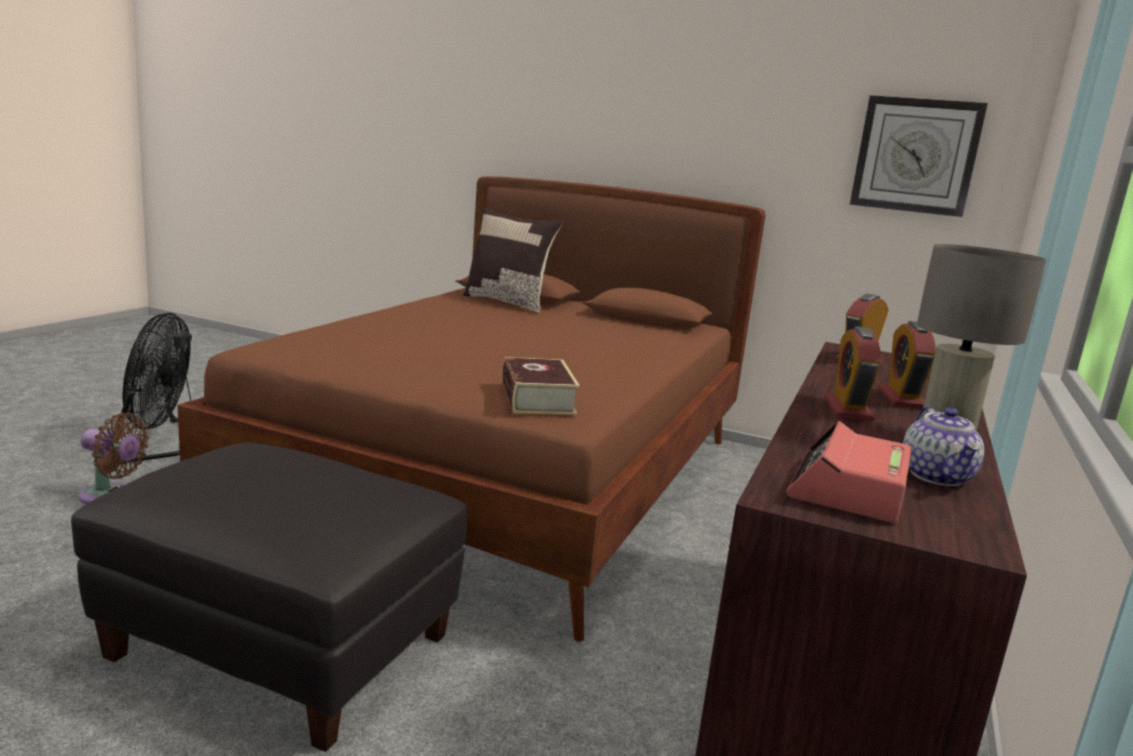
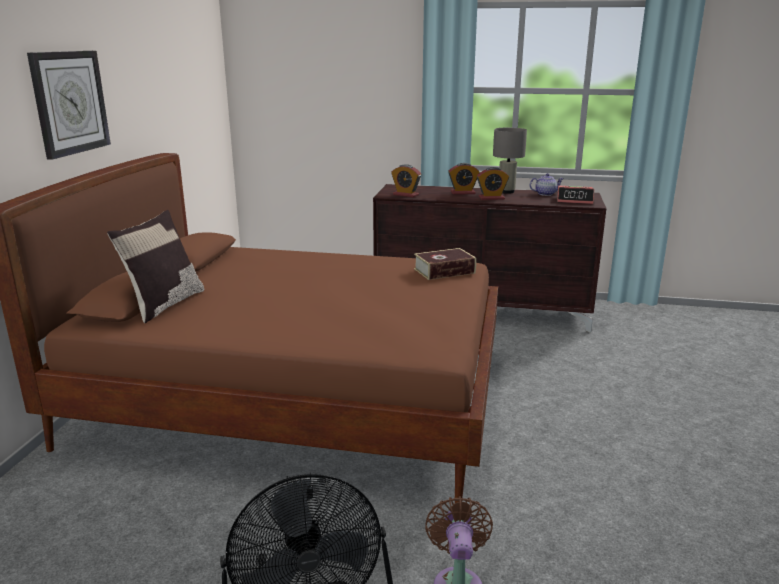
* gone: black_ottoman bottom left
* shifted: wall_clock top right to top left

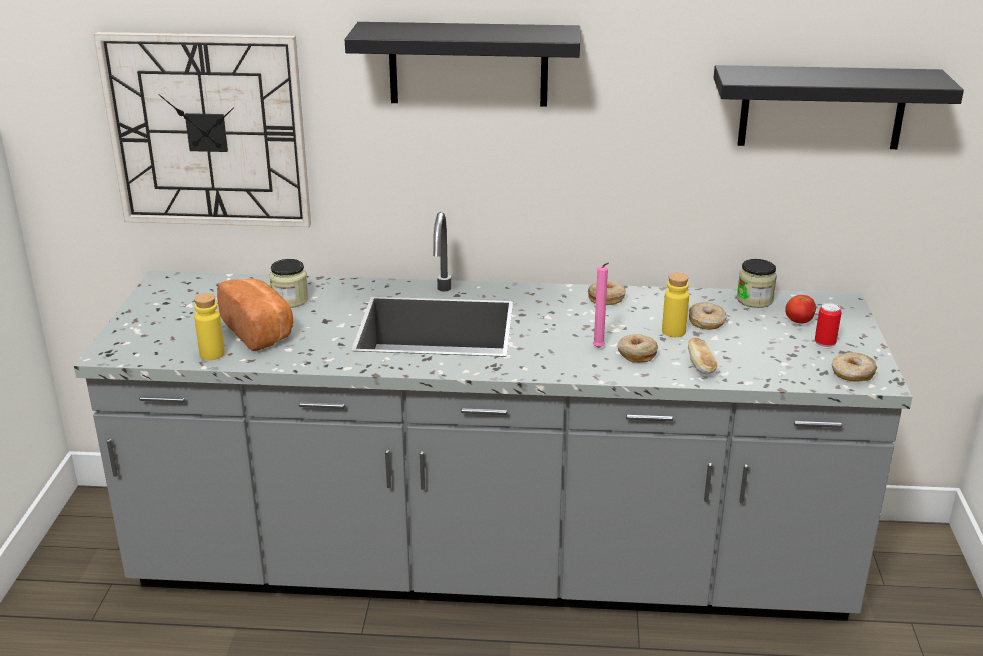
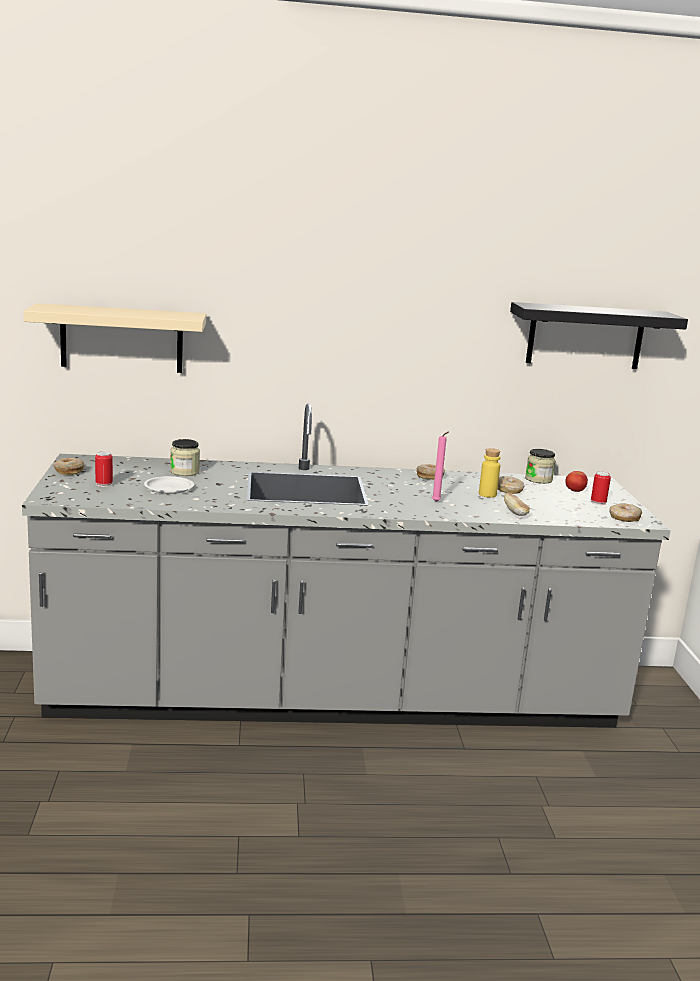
* gone: yellow_bottle (no. 1 from left) middle left
* gone: black_shelf (no. 1 from left) top centre
* new: can (no. 1 from left) middle left
* shifted: donut (no. 2 from left in the first image) centre to donut (no. 1 from left) middle left
* swapped: wall_clock top left to beige_shelf middle left
* swapped: bread (no. 1 from left) middle left to white_plate middle left

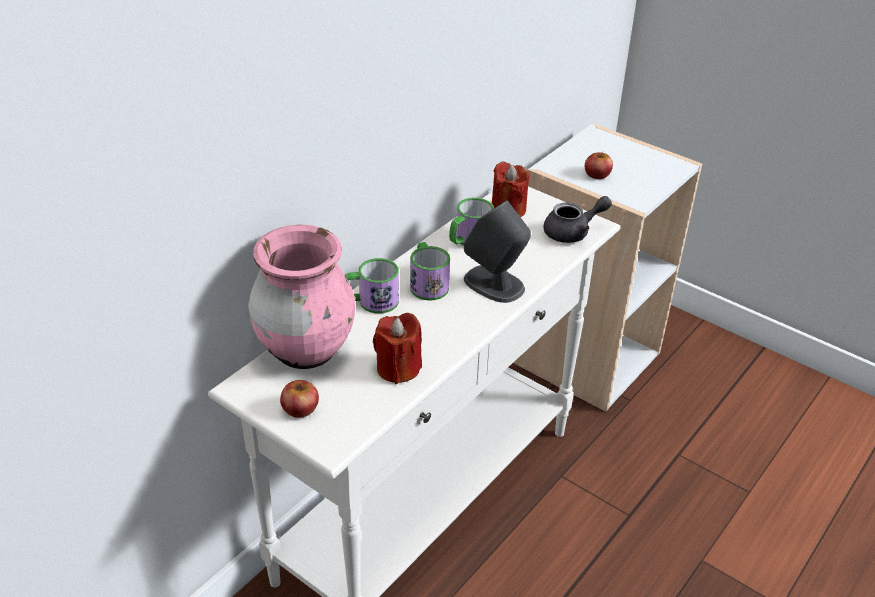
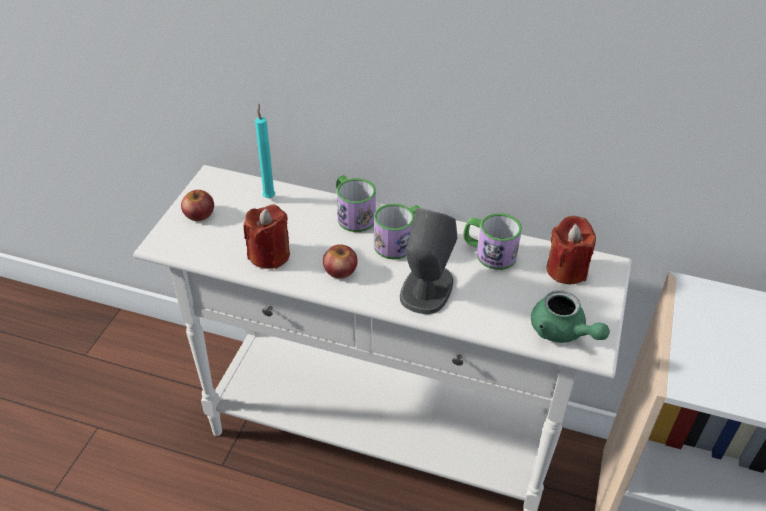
* shifted: apple (no. 2 from left) top right to centre
* swapped: pink_vase centre to turquoise_candle top centre
* repainted: grey_teapot centre to green_teapot middle right

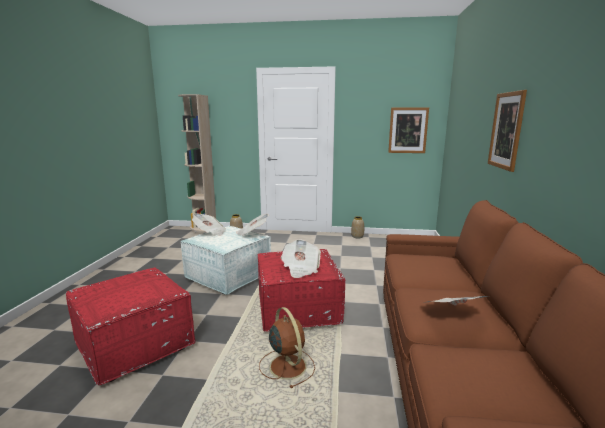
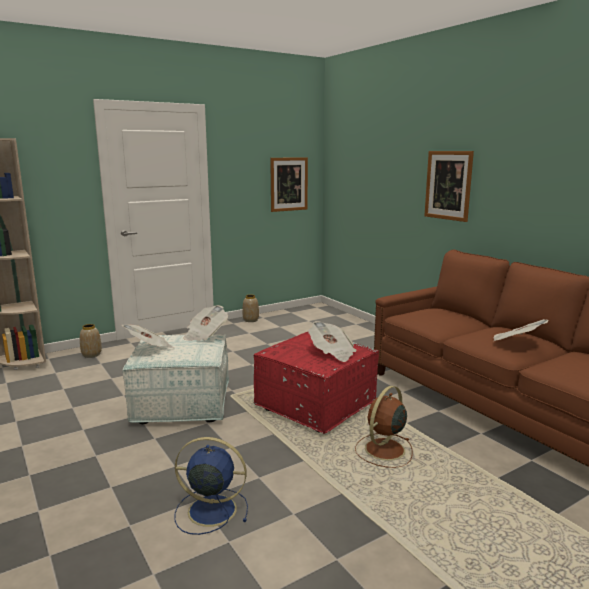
* swapped: red_ottoman (no. 1 from left) bottom left to blue_fan bottom centre
* rotated: brown_fan bottom centre = bottom centre 75 degrees counterclockwise

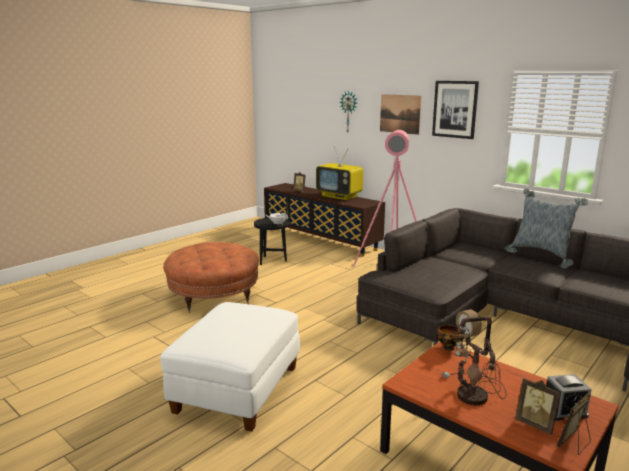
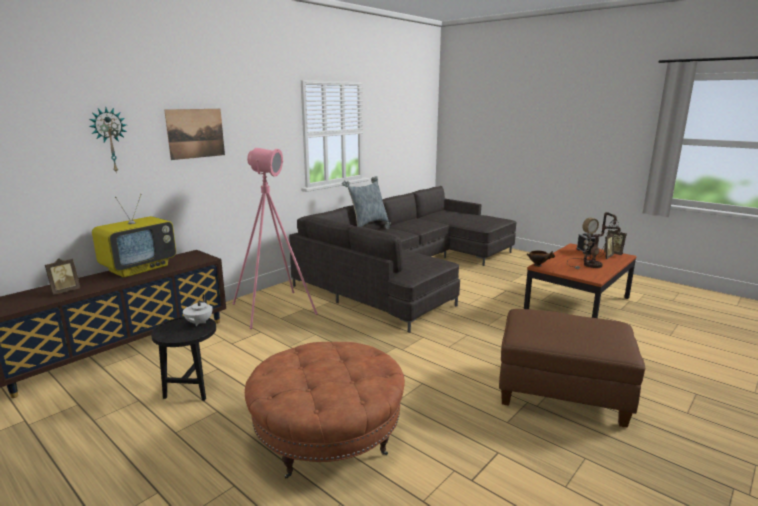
* gone: picture (no. 2 from left) top right
* repainted: white_ottoman bottom centre to brown_ottoman (no. 2 from left) bottom right

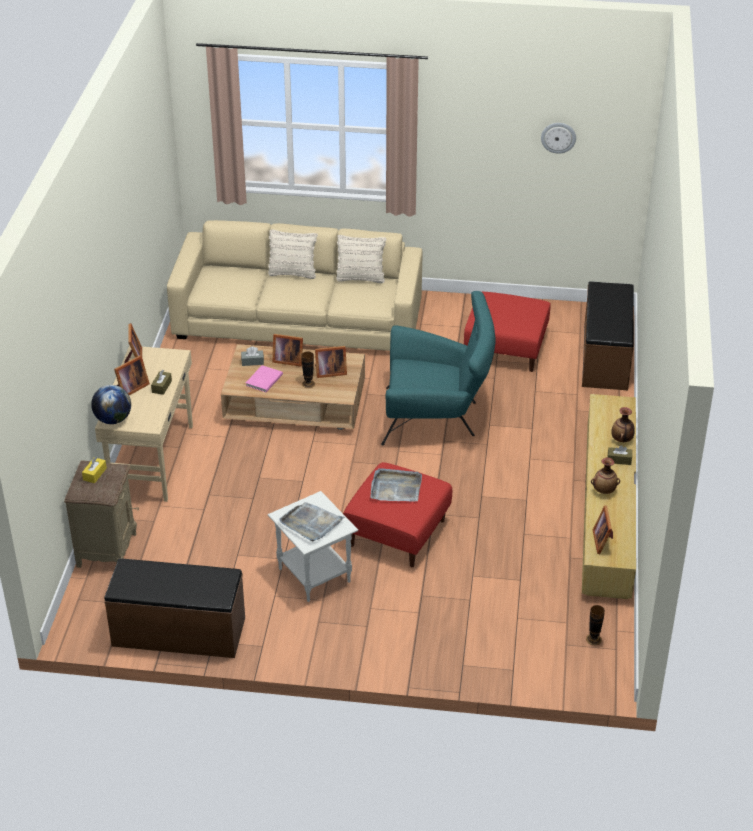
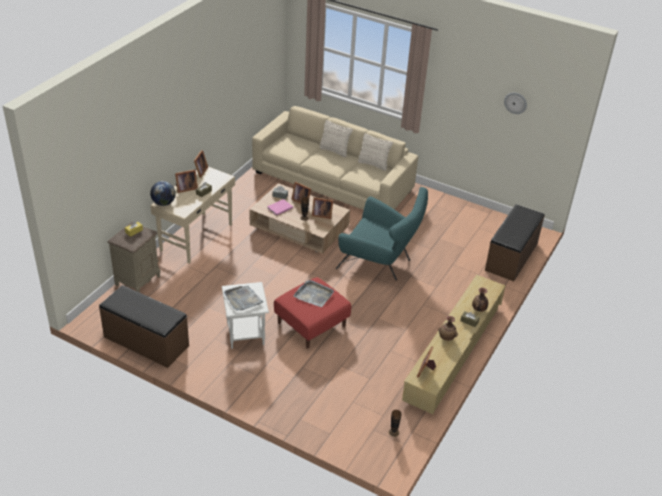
* gone: red_ottoman (no. 2 from left) middle right

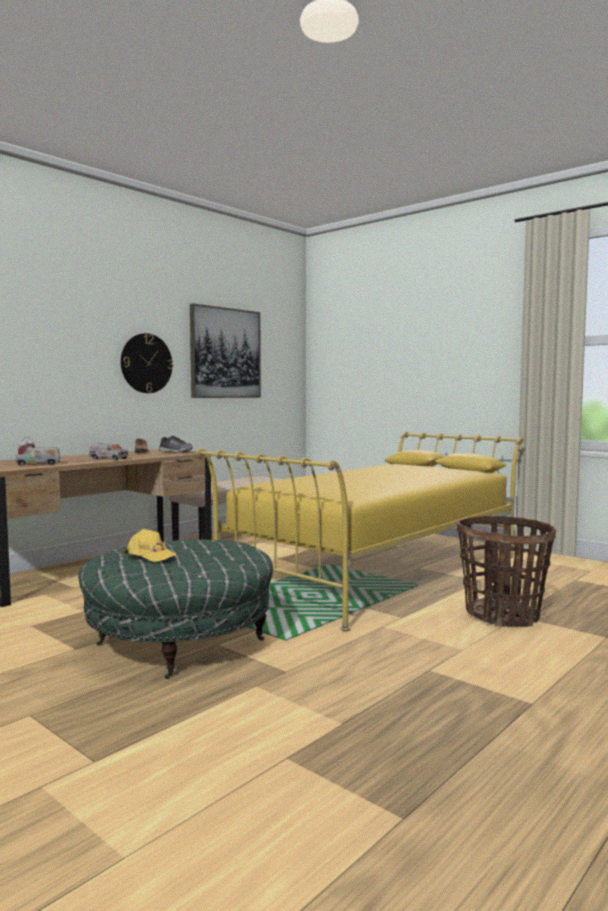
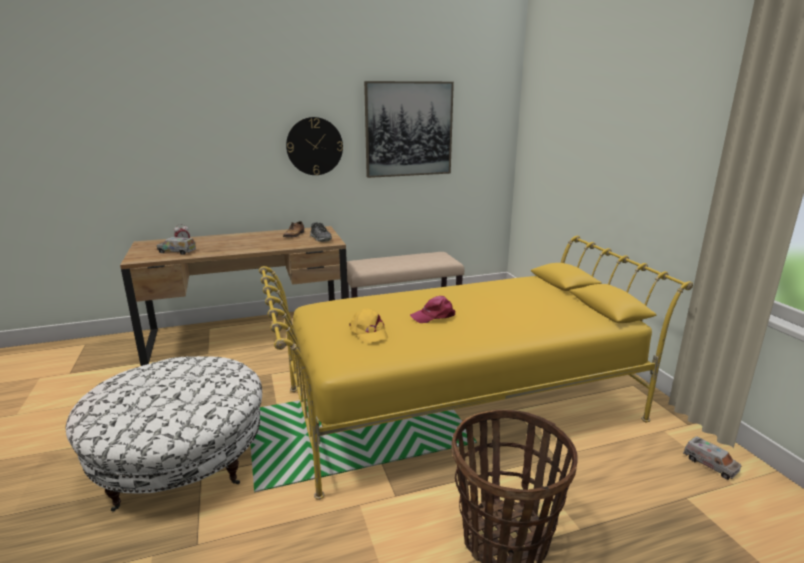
* new: pink_cap centre
* shifted: toy_truck (no. 2 from left) middle left to bottom right
* shifted: yellow_cap middle left to centre
* repainted: green_ottoman bottom left to white_ottoman bottom left

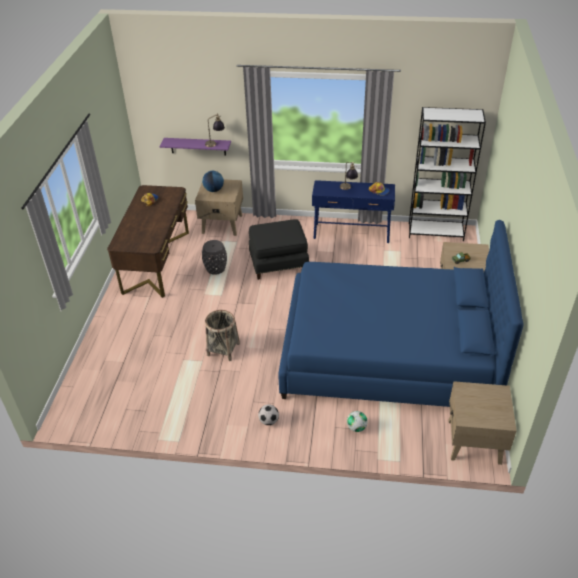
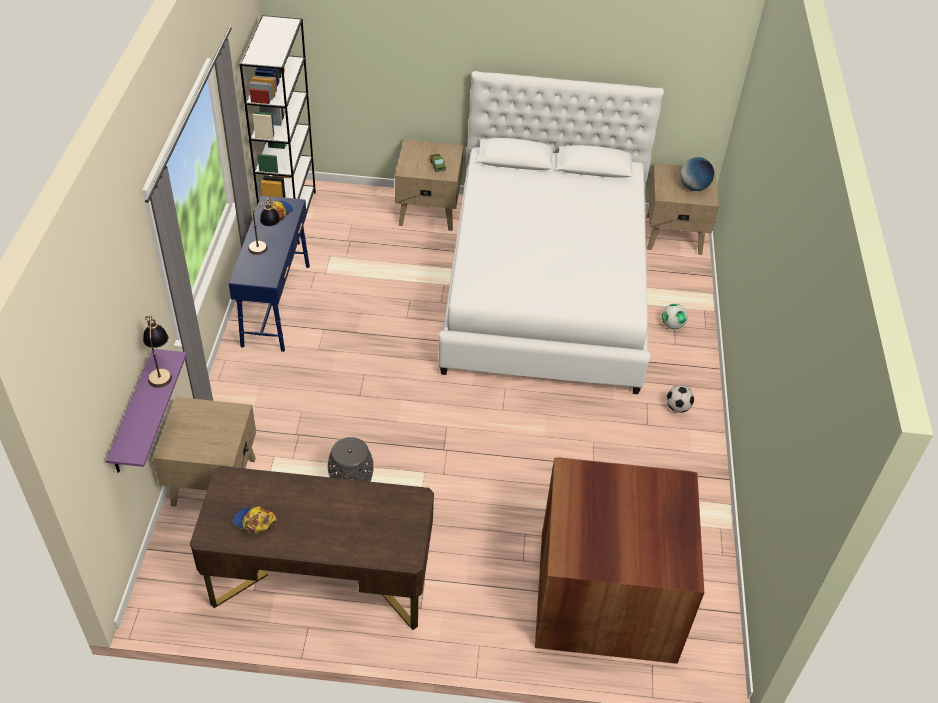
* gone: basket centre
* gone: black_ottoman centre
* new: brown_dresser bottom centre
* shifted: globe top centre to top right
* repainted: blue_bed middle right to white_bed top centre

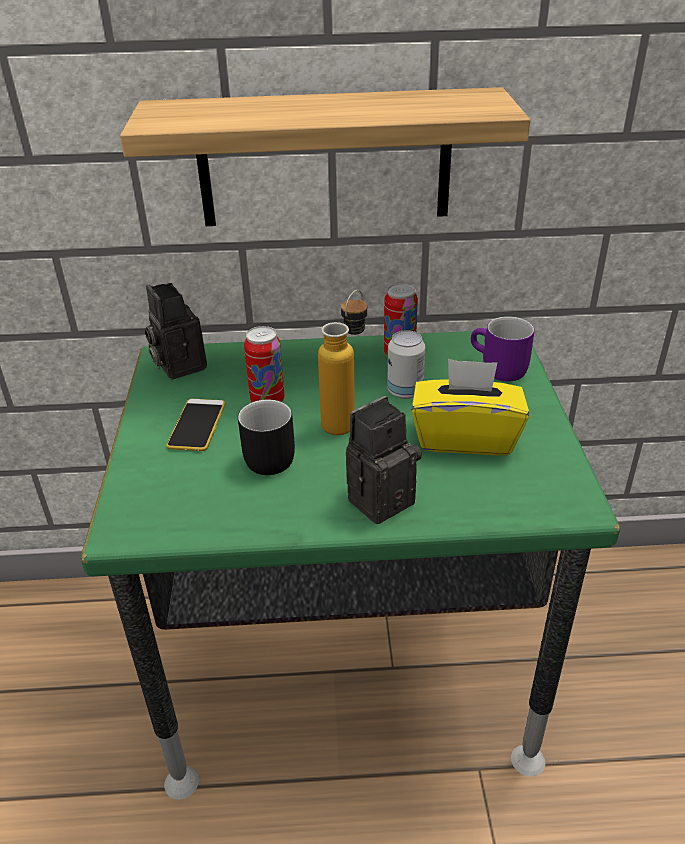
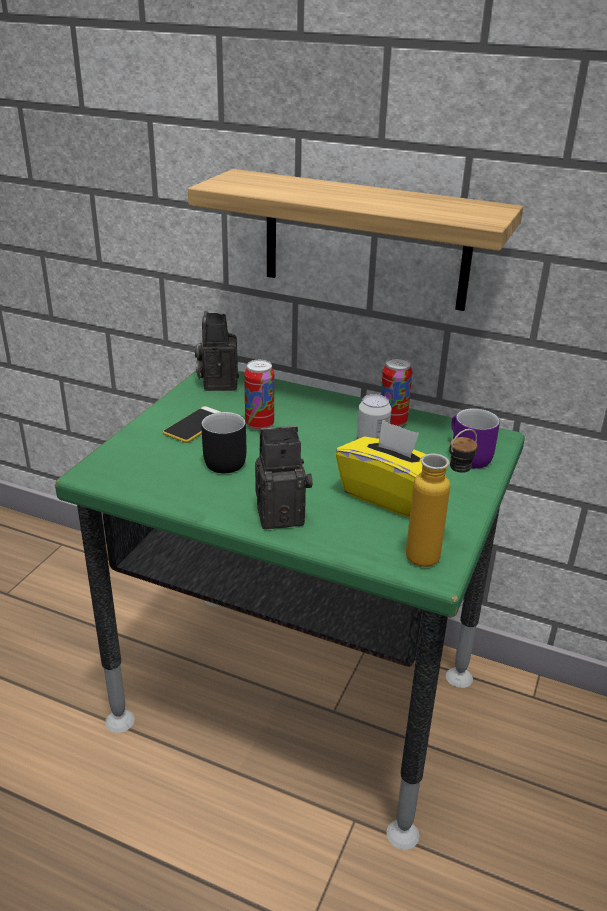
* shifted: bottle centre to middle right

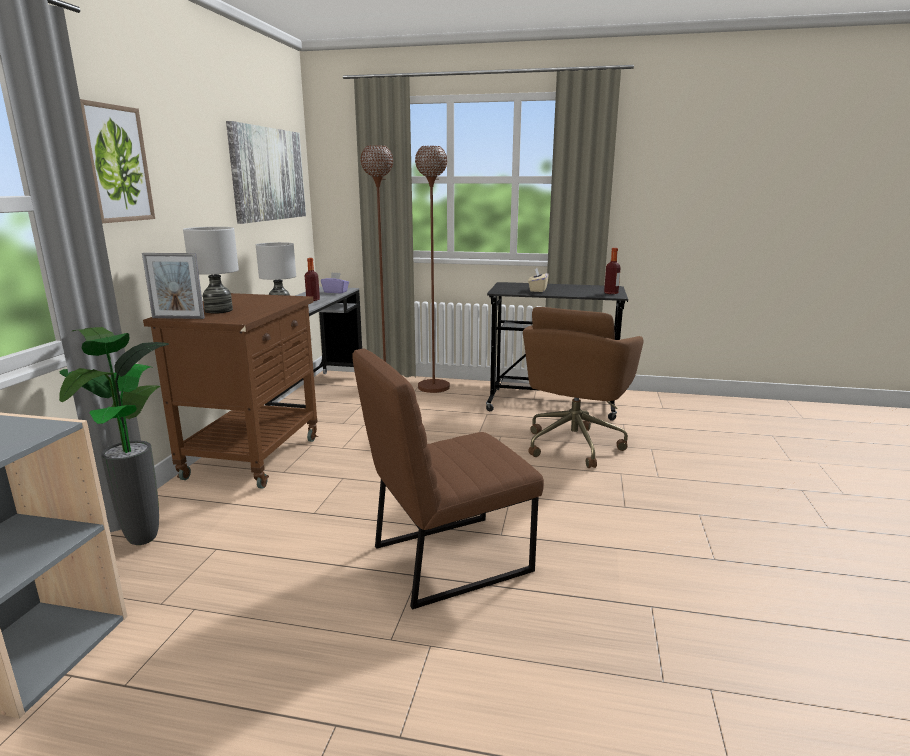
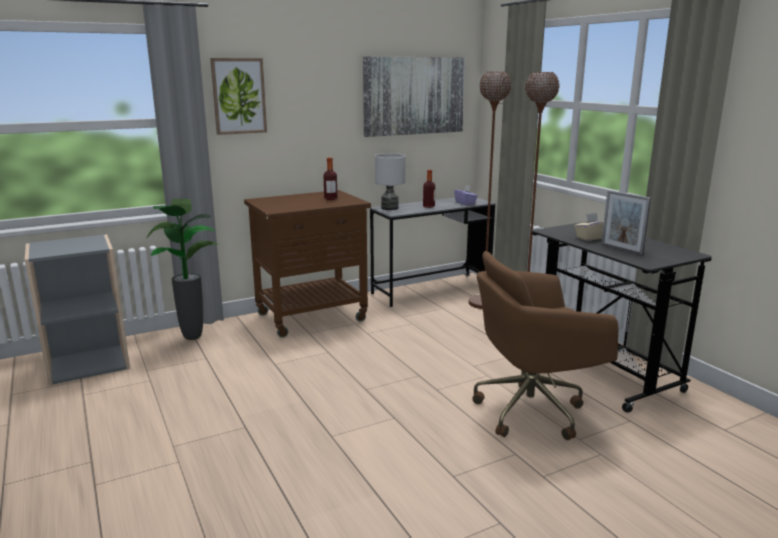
* gone: grey_table_lamp (no. 1 from left) middle left
* gone: brown_chair centre
* shifted: picture_frame middle left to middle right
* shifted: bottle (no. 2 from left in the first image) middle right to bottle (no. 1 from left) top centre

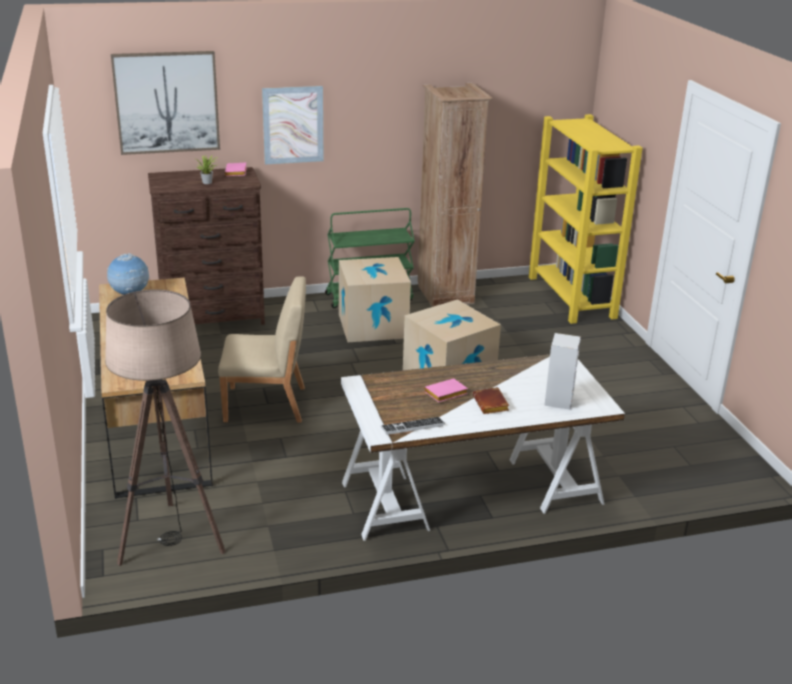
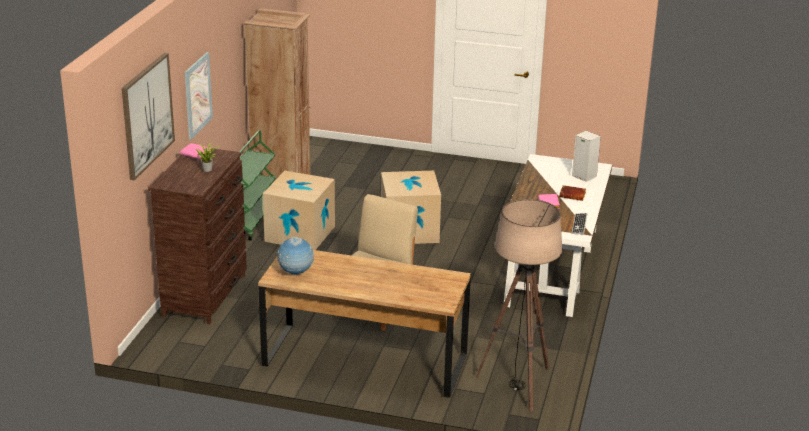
* gone: yellow_bookcase top right

